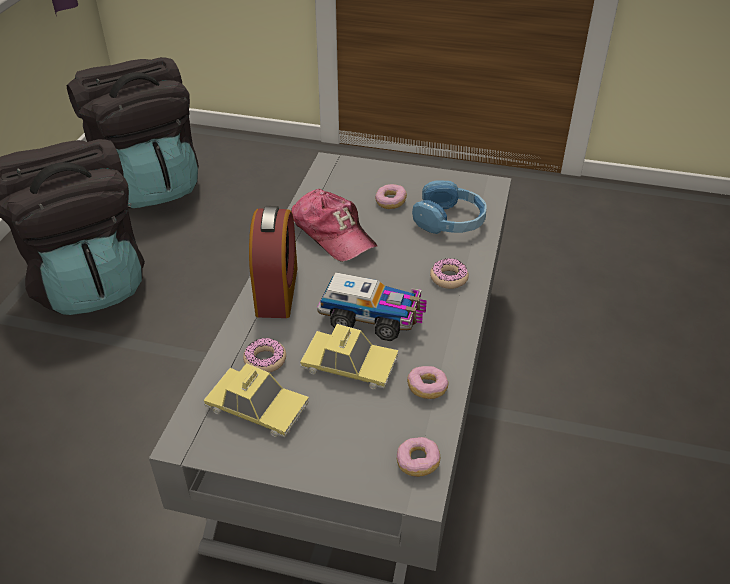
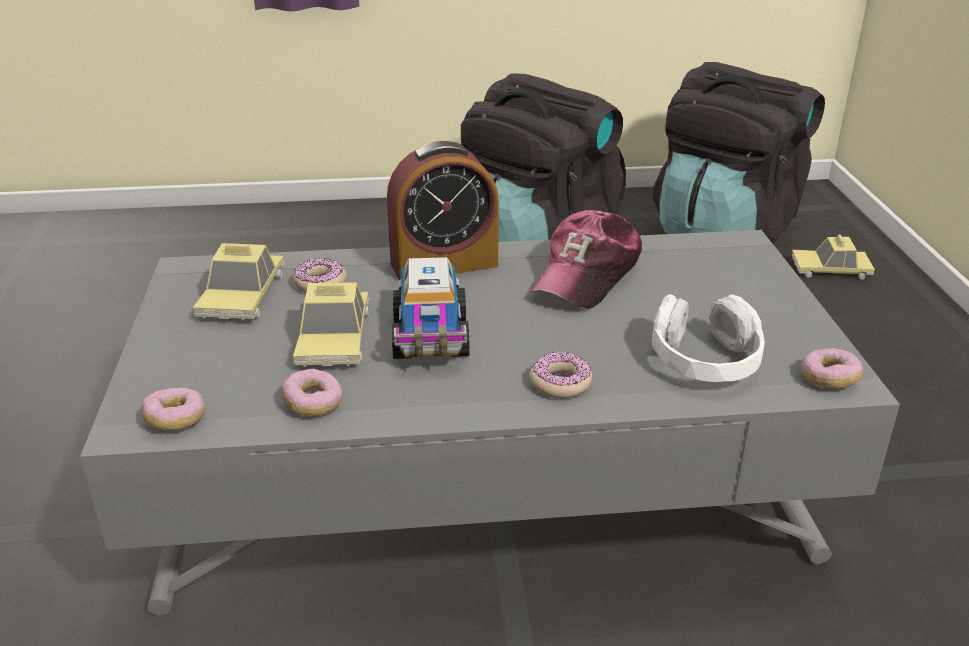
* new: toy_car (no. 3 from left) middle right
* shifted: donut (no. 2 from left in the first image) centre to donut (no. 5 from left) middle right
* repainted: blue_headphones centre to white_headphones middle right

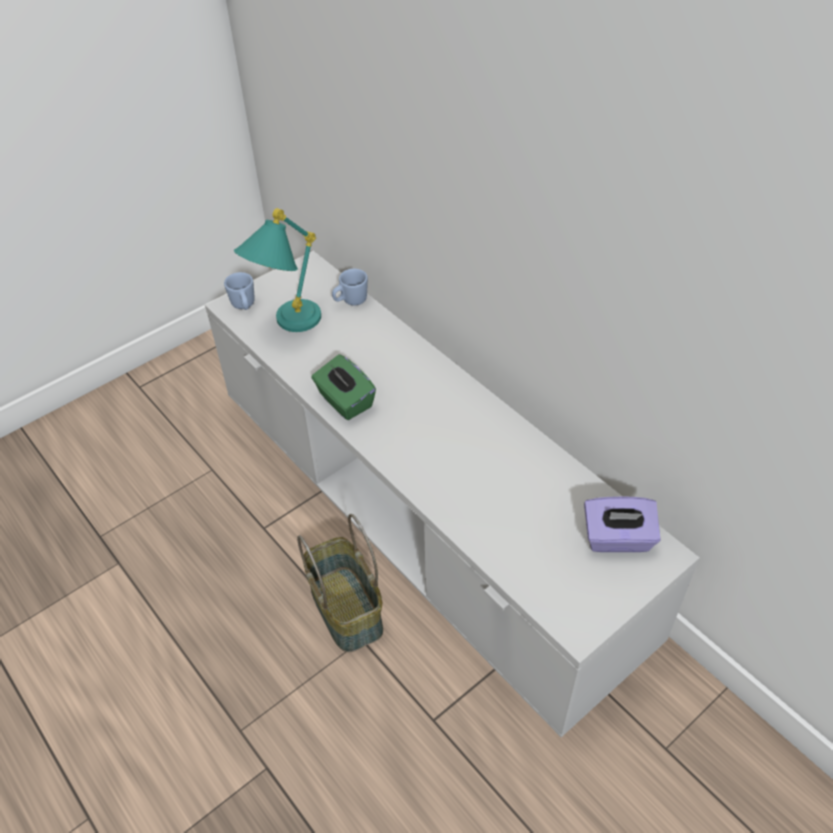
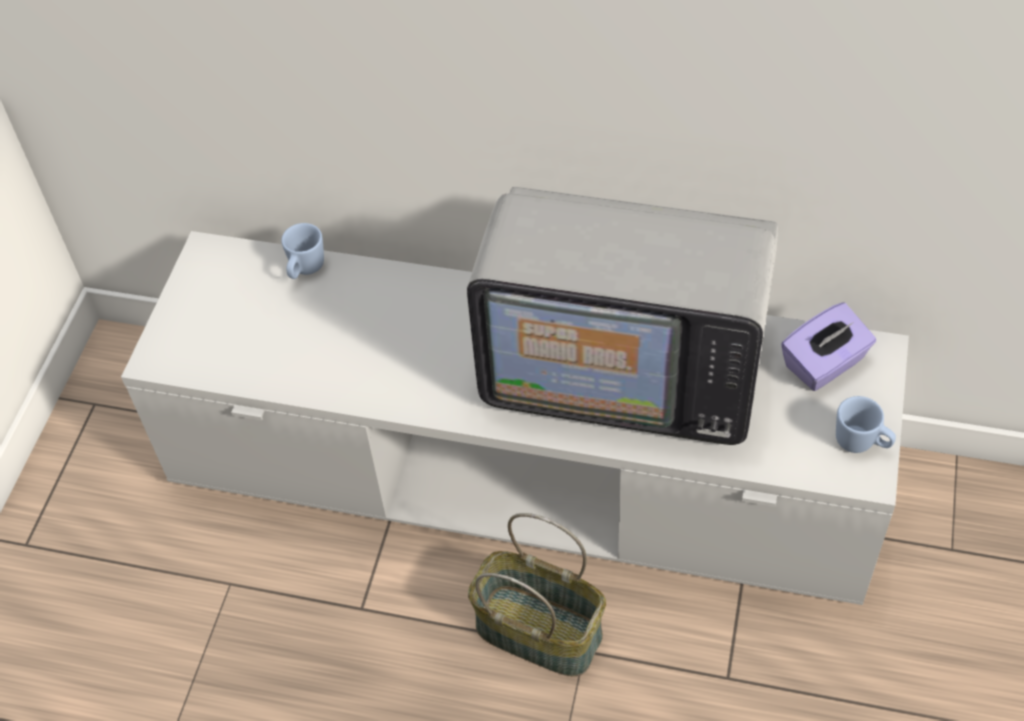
* gone: turquoise_table_lamp top left
* gone: green_tissue_box centre
* new: television centre
* shifted: blue_mug (no. 1 from left in the first image) middle left to blue_mug (no. 2 from left) middle right

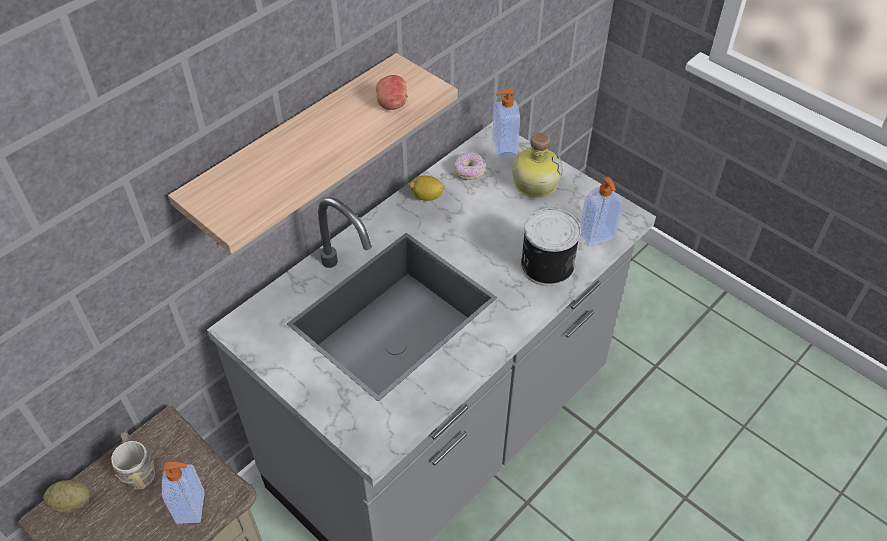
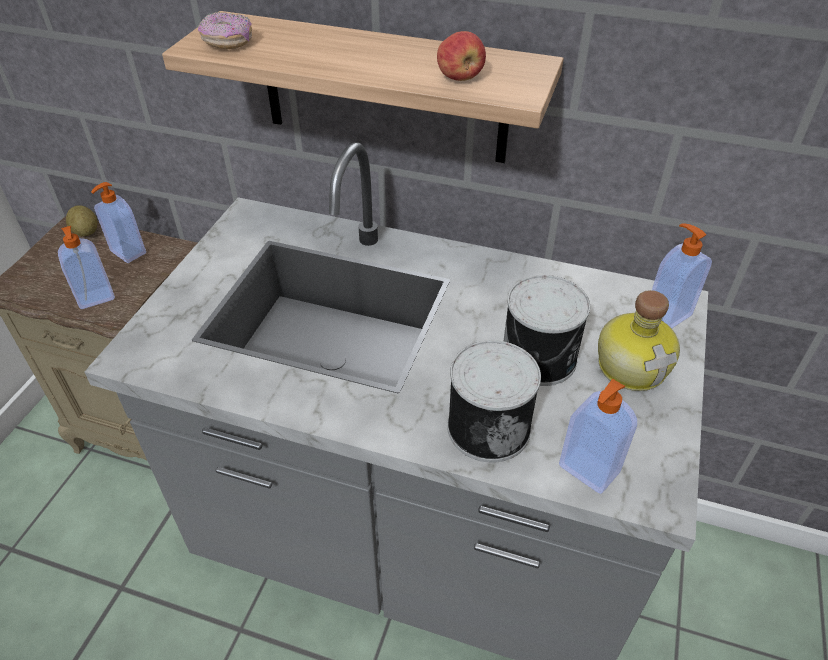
* gone: lemon centre
* new: can (no. 2 from left) centre
* shifted: donut top centre to top left
* swapped: grey_mug bottom left to soap_dispenser (no. 2 from left) middle left

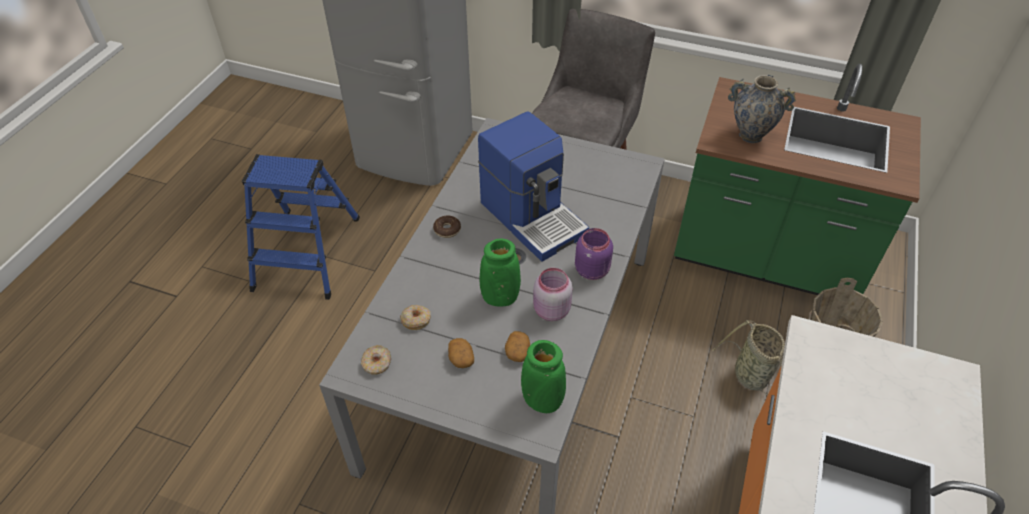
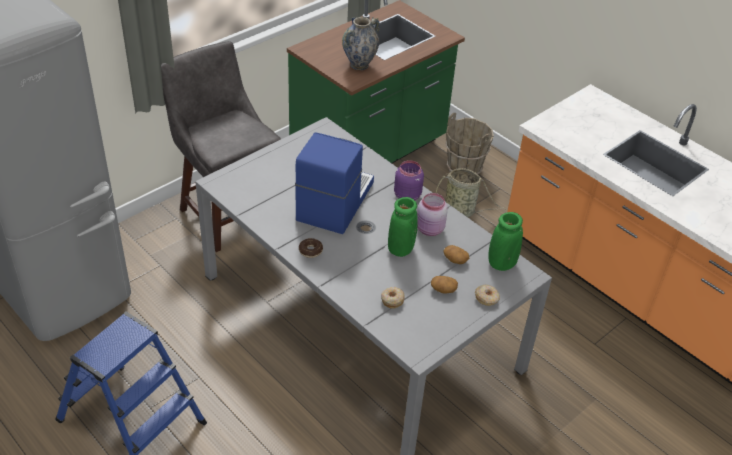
* shifted: donut (no. 1 from left in the first image) bottom centre to donut (no. 3 from left) centre
* rotated: coffee_machine centre = centre 60 degrees counterclockwise

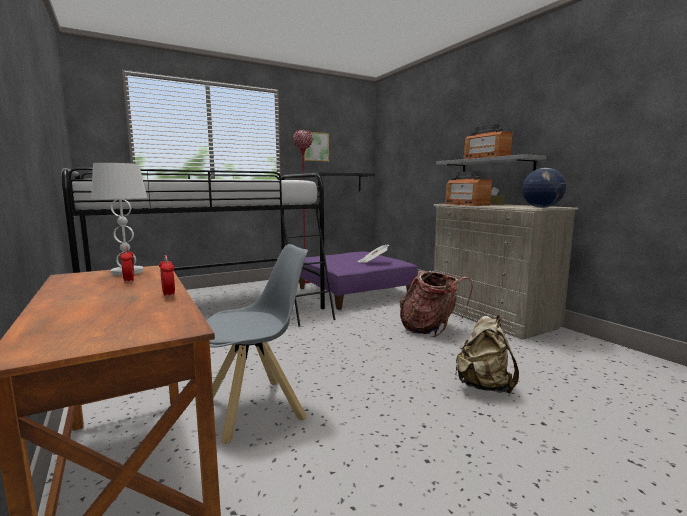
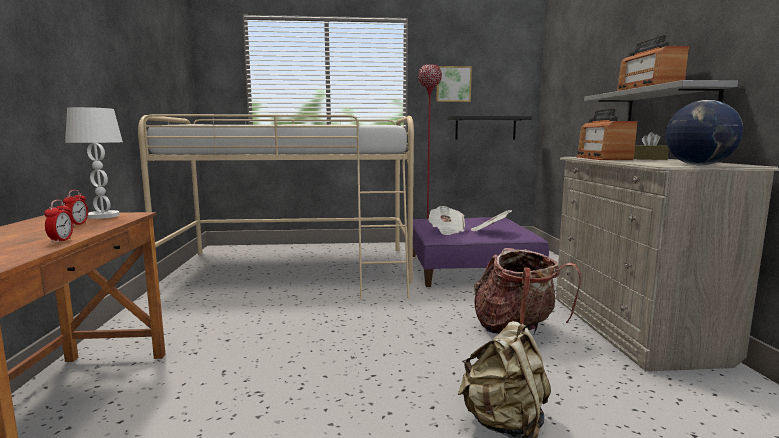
* gone: grey_chair bottom centre
* new: newspaper (no. 1 from left) centre
* repainted: black_bed middle left to beige_bed centre

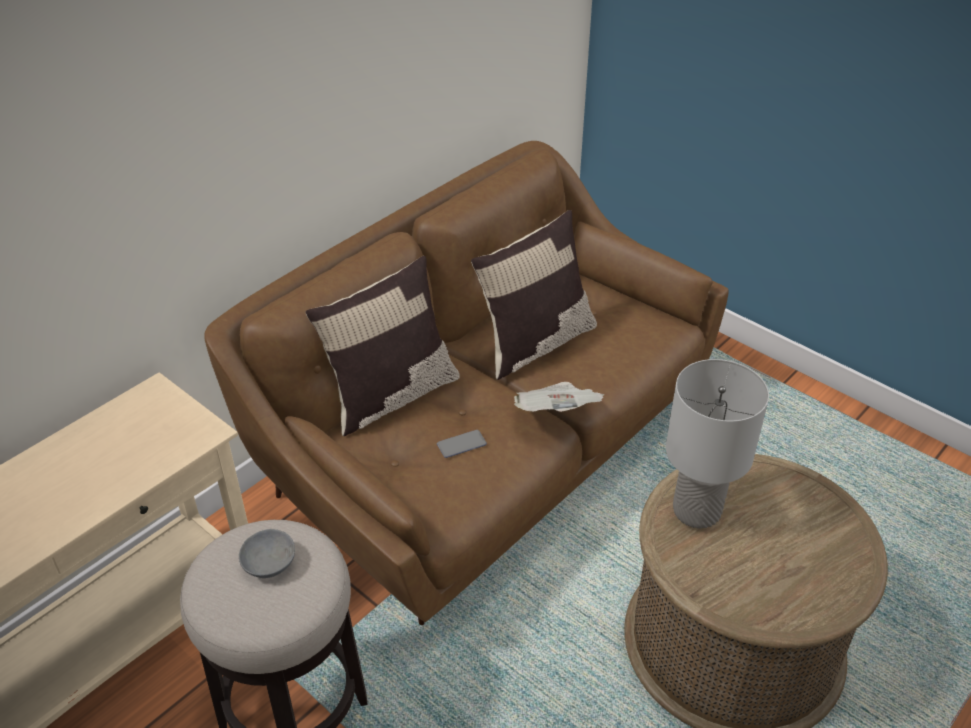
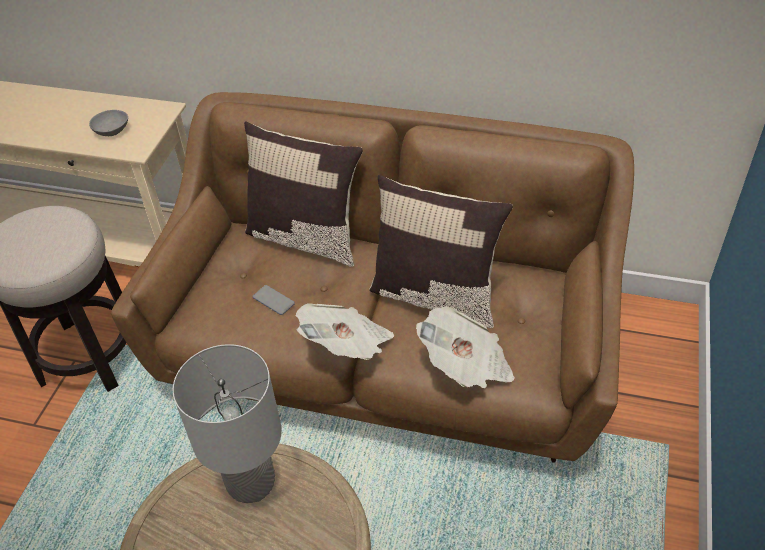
* new: newspaper (no. 2 from left) centre
* shifted: grey_bowl bottom left to top left

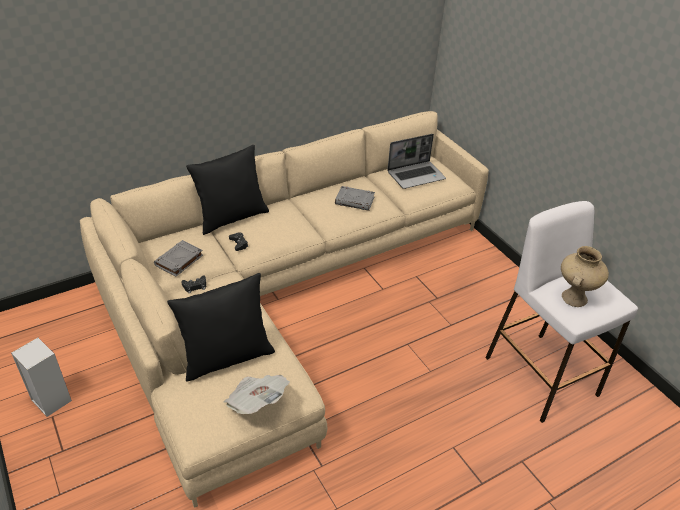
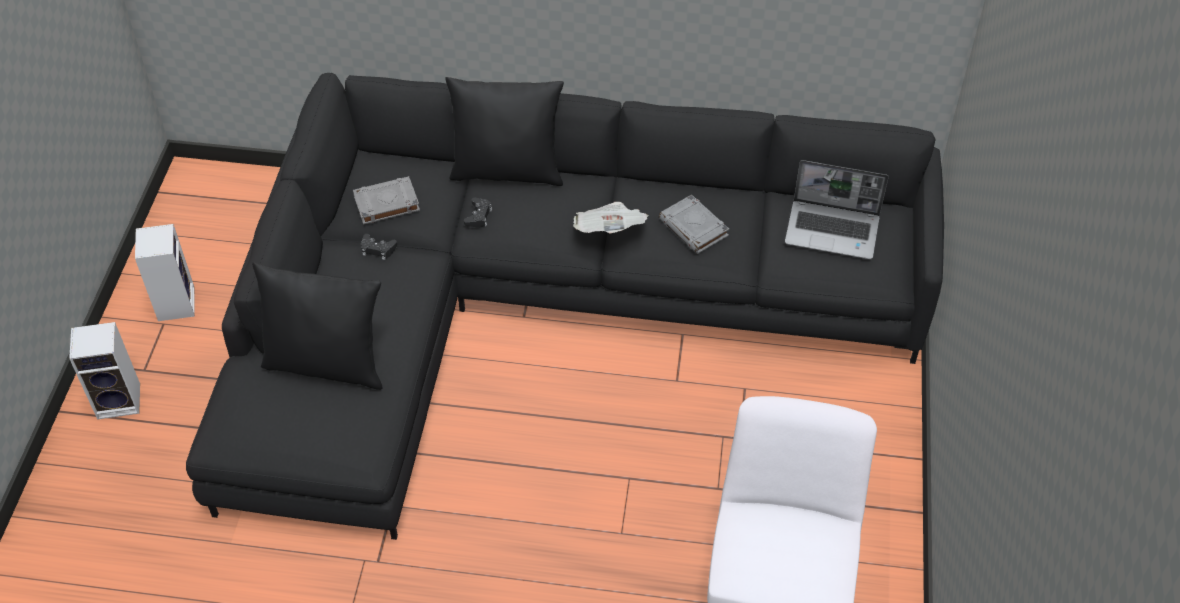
* gone: beige_vase middle right
* new: speaker (no. 1 from left) middle left
* shifted: newspaper bottom centre to centre
* repainted: beige_sofa centre to black_sofa centre

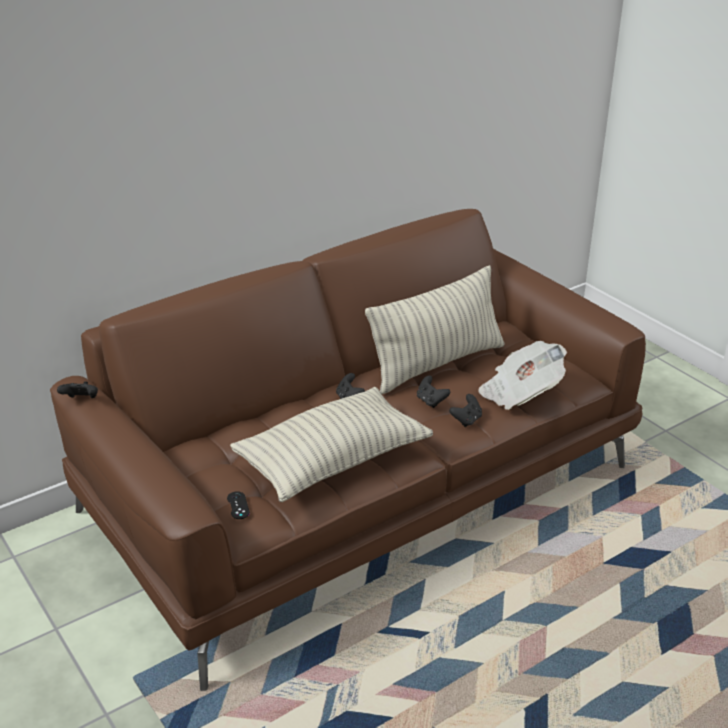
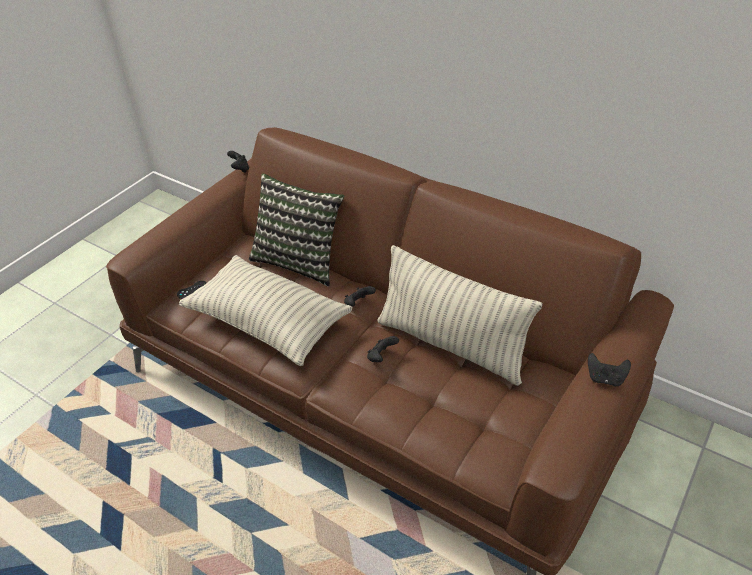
* gone: newspaper middle right
* new: pillow (no. 2 from left) centre
* shifted: black_game_controller (no. 5 from left) centre to middle right

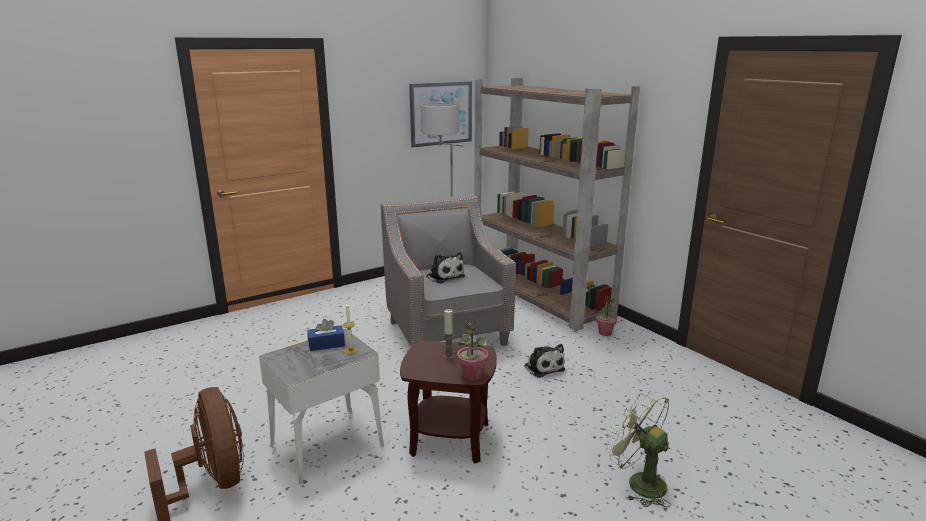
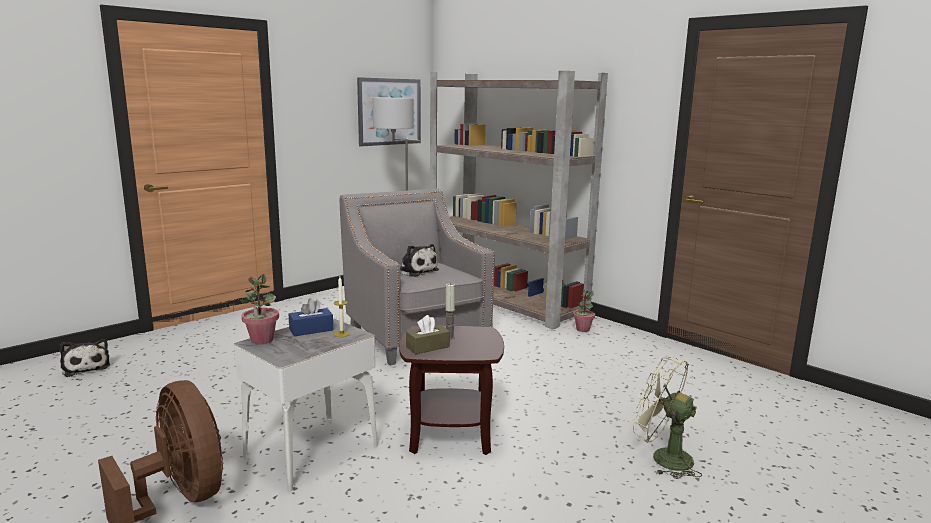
* new: brown_tissue_box centre
* shifted: potted_plant (no. 1 from left) bottom centre to middle left
* shifted: plush_toy (no. 2 from left in the first image) bottom centre to plush_toy (no. 1 from left) bottom left

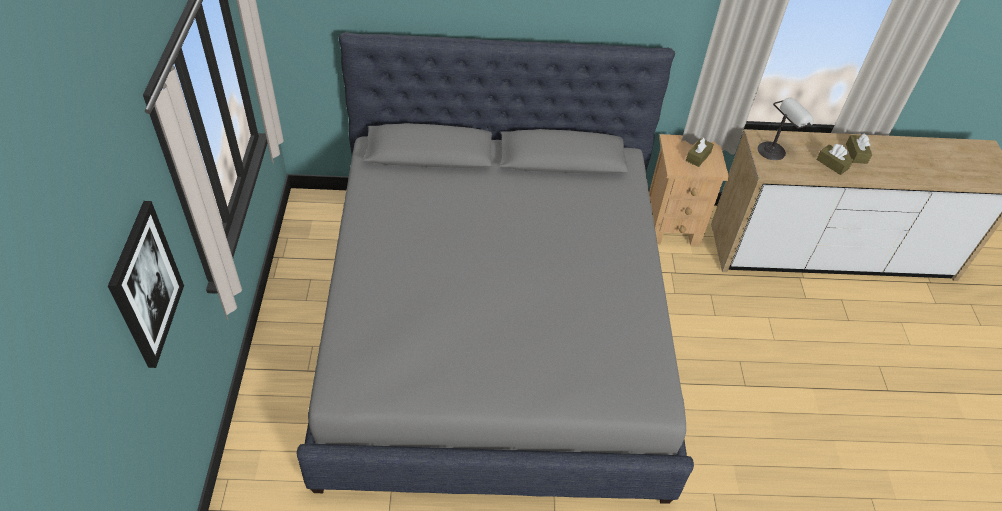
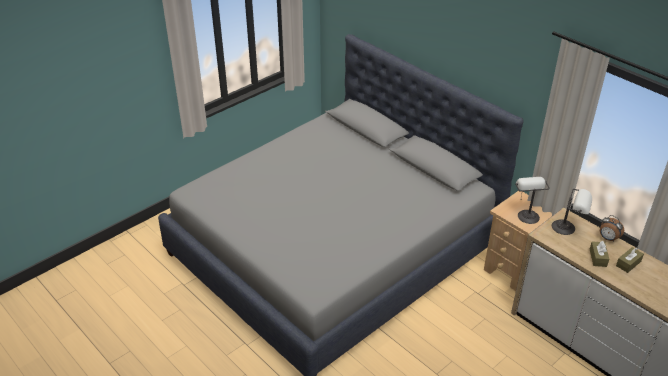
* gone: picture middle left
* new: alarm_clock middle right
* swapped: brown_tissue_box (no. 1 from left) top right to table_lamp (no. 1 from left) middle right

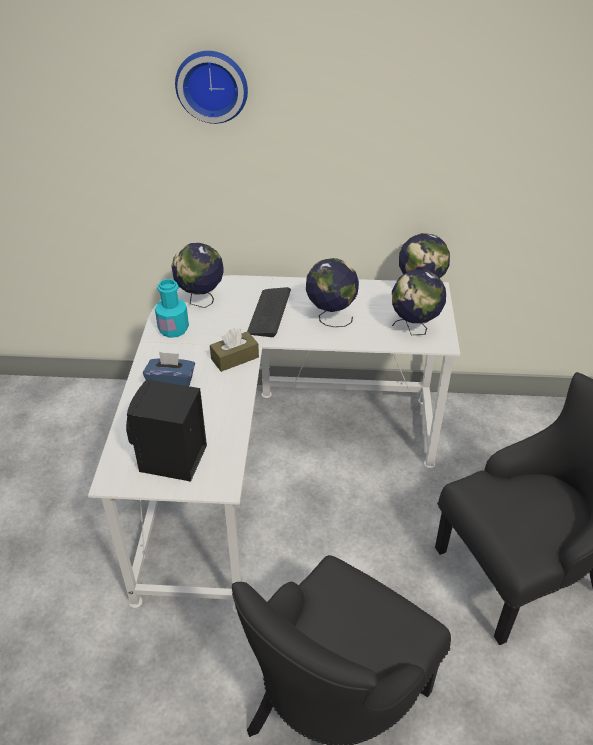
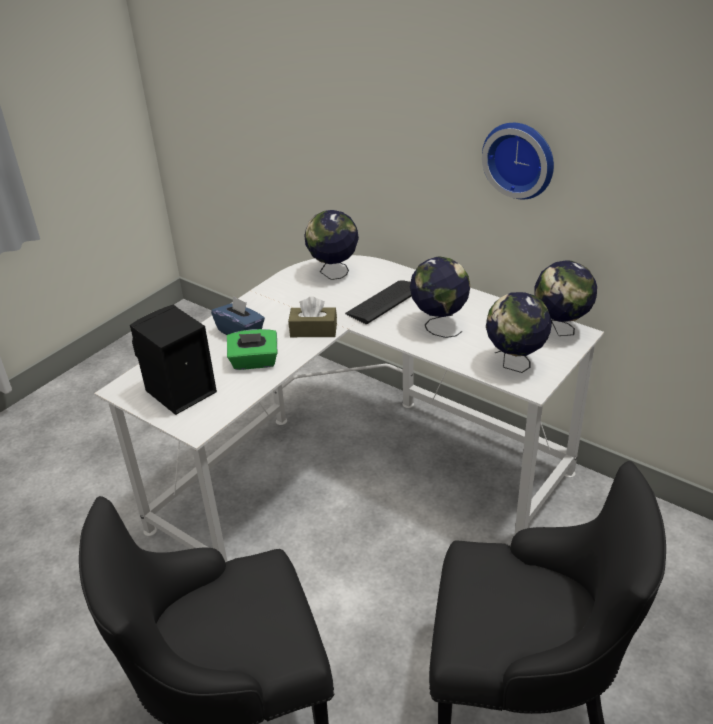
* gone: turquoise_bottle middle left
* new: green_tissue_box centre
* shifted: wall_clock top centre to top right

